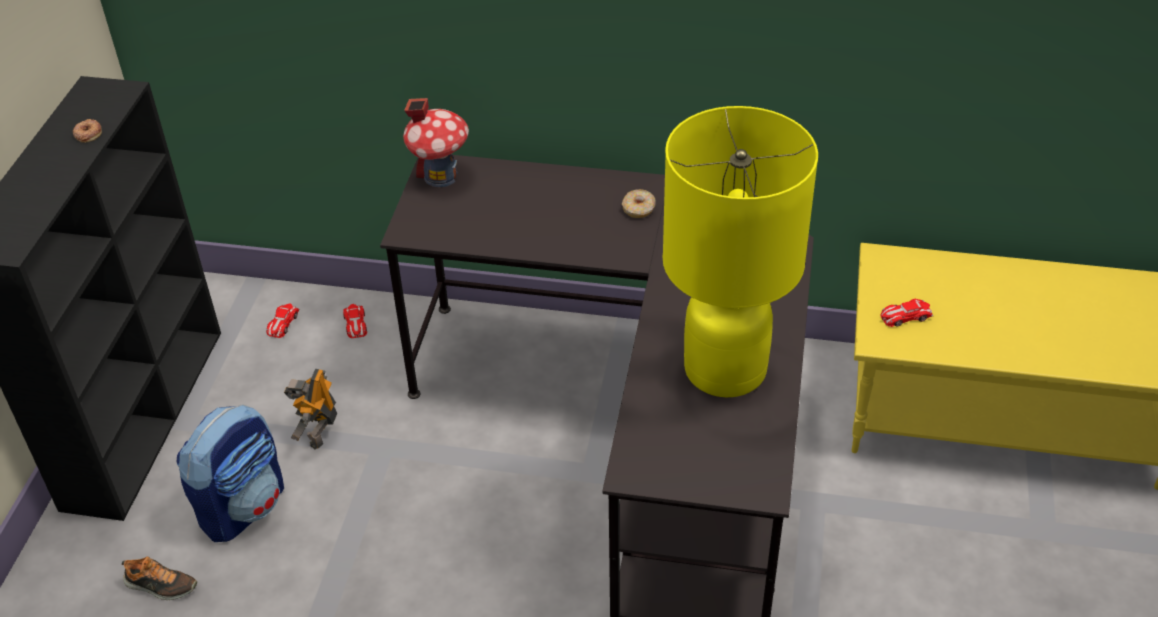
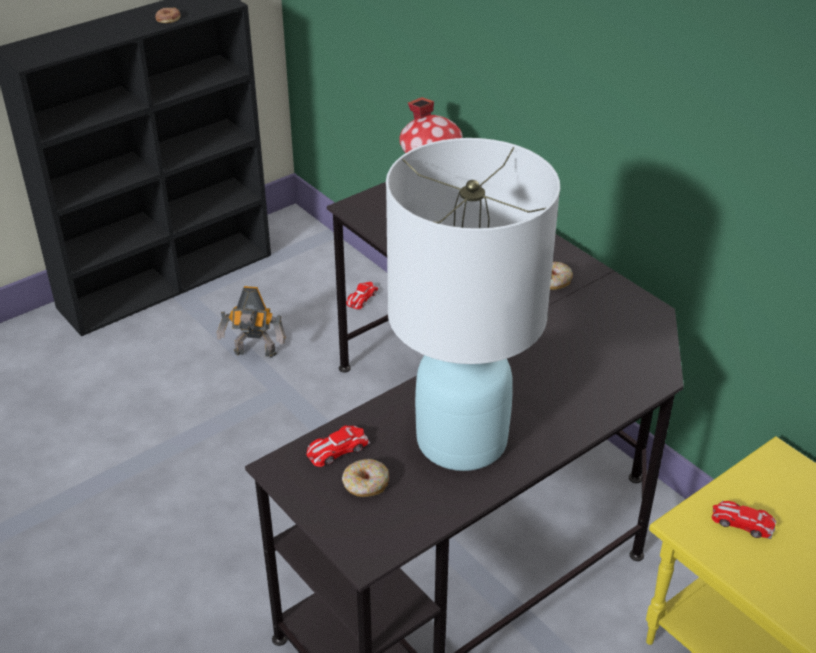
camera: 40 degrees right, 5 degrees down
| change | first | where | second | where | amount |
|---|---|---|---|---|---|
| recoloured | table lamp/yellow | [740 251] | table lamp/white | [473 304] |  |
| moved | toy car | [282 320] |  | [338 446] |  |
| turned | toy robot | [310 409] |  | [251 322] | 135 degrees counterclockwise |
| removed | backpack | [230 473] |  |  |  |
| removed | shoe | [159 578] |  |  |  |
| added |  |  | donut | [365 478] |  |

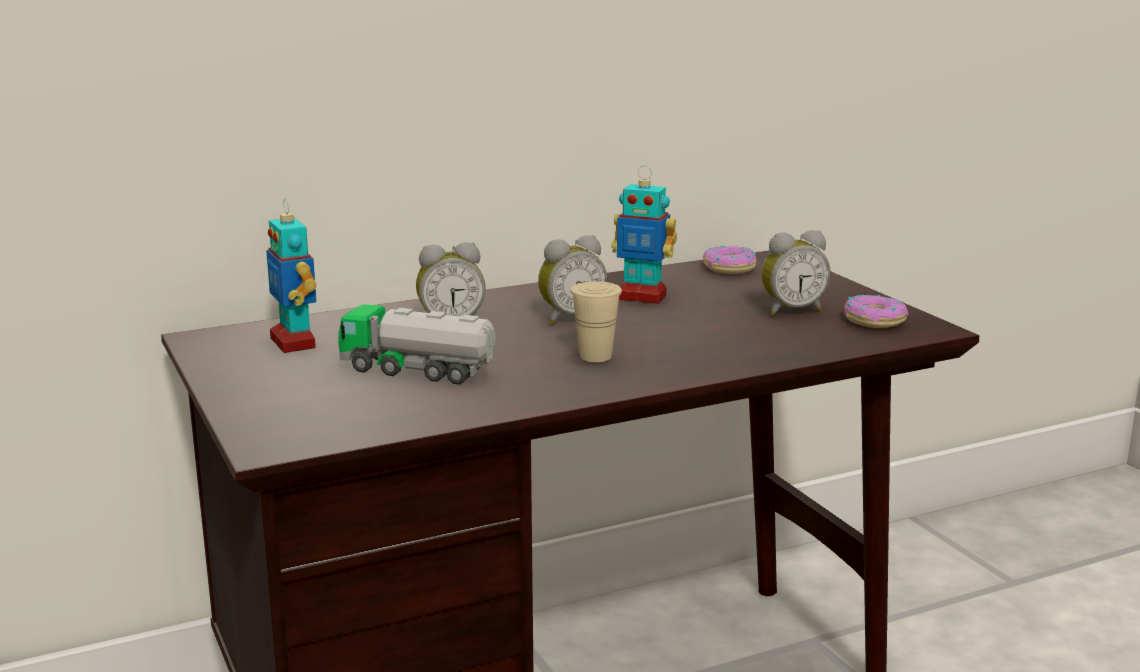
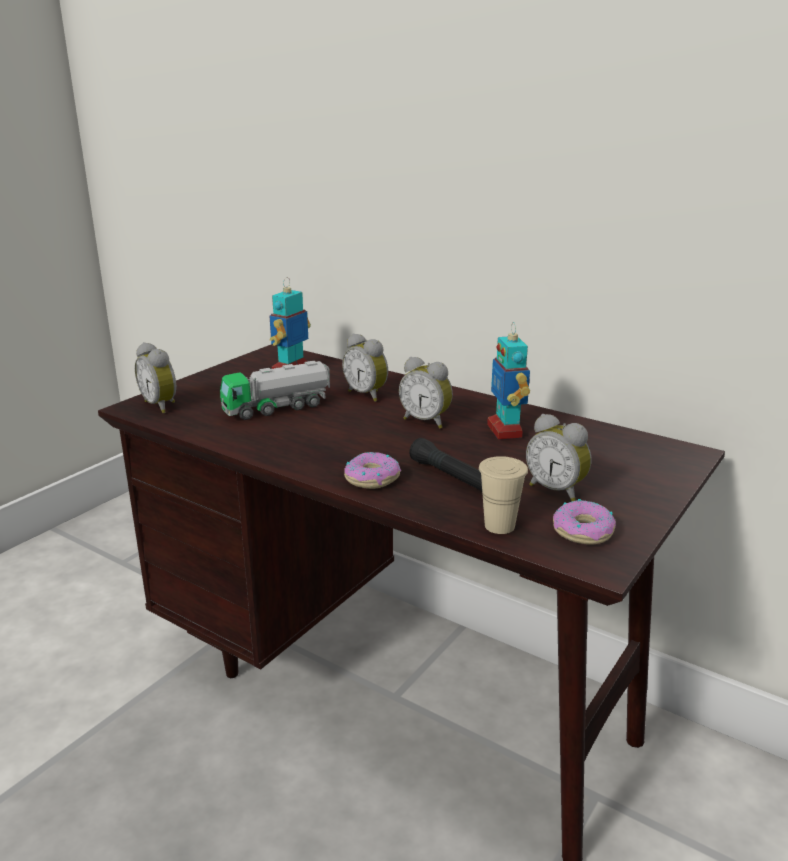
camera: 60 degrees right, 5 degrees up
| change | first | where | second | where | amount |
|---|---|---|---|---|---|
| moved | donut | [730 259] |  | [372 470] |  |
| moved | cup/beige | [596 321] |  | [503 495] |  |
| turned | toy truck | [417 344] |  | [275 390] | 105 degrees counterclockwise |
| added |  |  | alarm clock | [155 377] |  |
| added |  |  | flashlight/black | [445 464] |  |

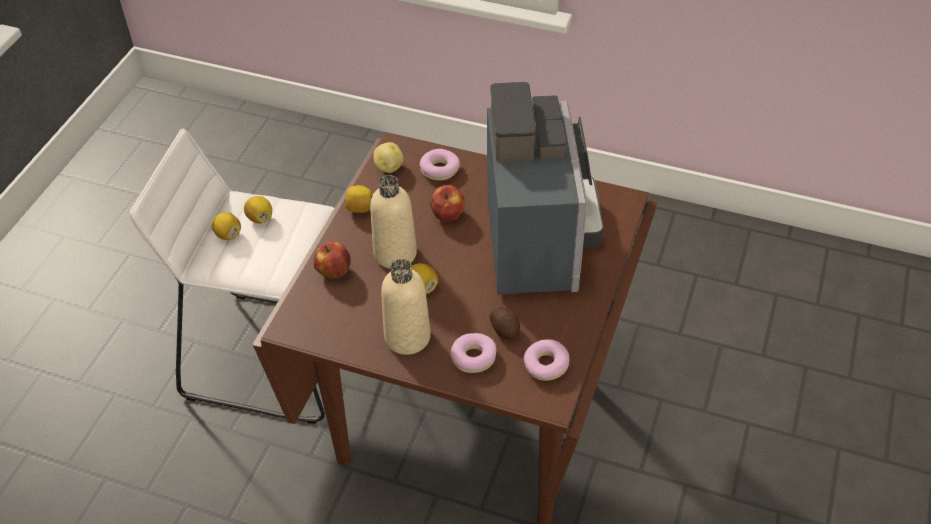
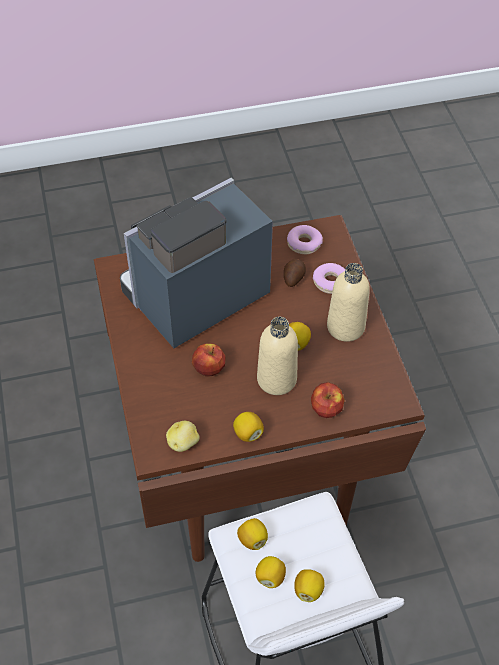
camera: 125 degrees left, 5 degrees up
| change | first | where | second | where | amount |
|---|---|---|---|---|---|
| removed | donut | [440 164] |  |  |  |
| added |  |  | lemon | [252 534] |  |

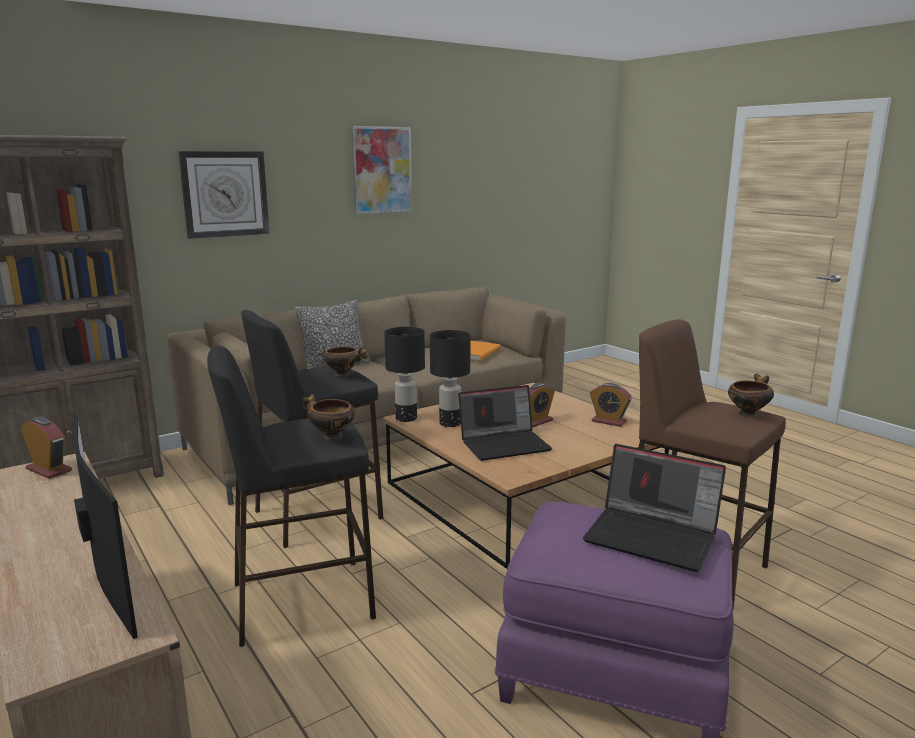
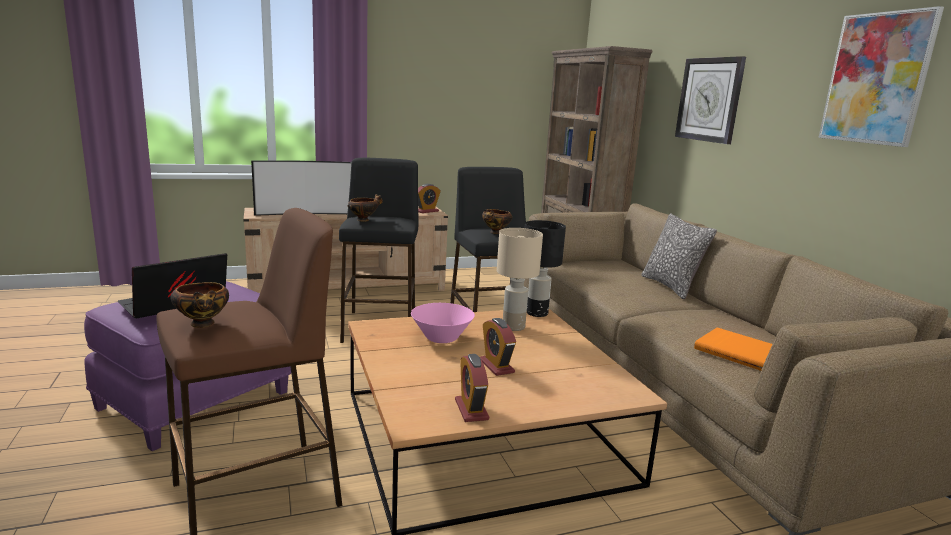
camera: 105 degrees right, 0 degrees up
| change | first | where | second | where | amount |
|---|---|---|---|---|---|
| recoloured | table lamp/black | [450 378] | table lamp/beige | [520 279] |  |
| turned | alarm clock | [611 405] |  | [472 388] | 60 degrees counterclockwise |
| replaced | laptop | [505 423] | bowl/pink | [443 323] |  |

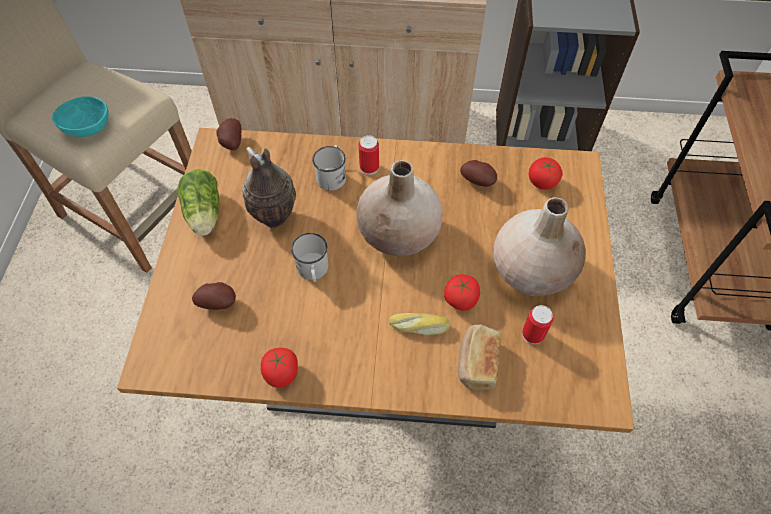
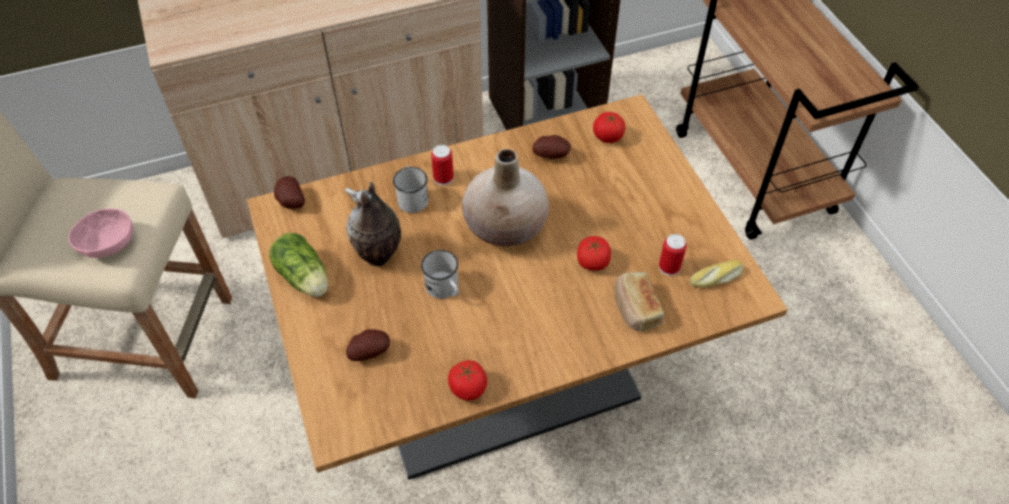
camera: 25 degrees left, 5 degrees down
| change | first | where | second | where | amount |
|---|---|---|---|---|---|
| recoloured | bowl/turquoise | [80 116] | bowl/pink | [100 233] |  |
| removed | vase/beige | [540 246] |  |  |  |
| moved | bread | [419 324] |  | [717 274] |  |

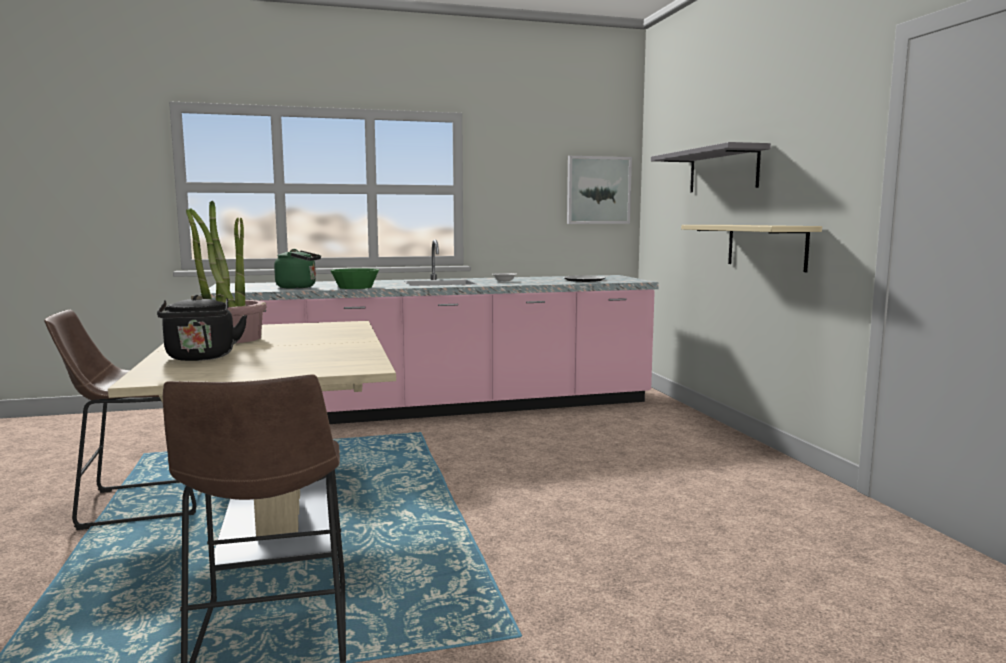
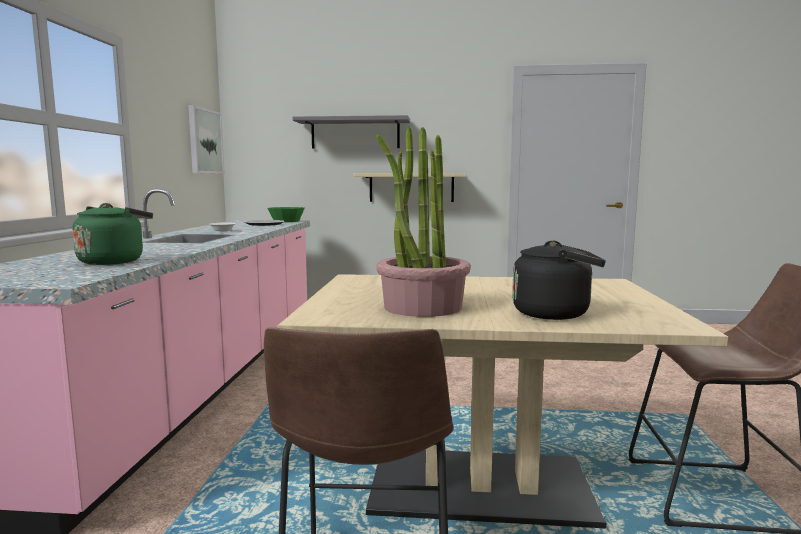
camera: 70 degrees left, 0 degrees up
| change | first | where | second | where | amount |
|---|---|---|---|---|---|
| moved | bowl/green | [354 278] |  | [286 214] |  |

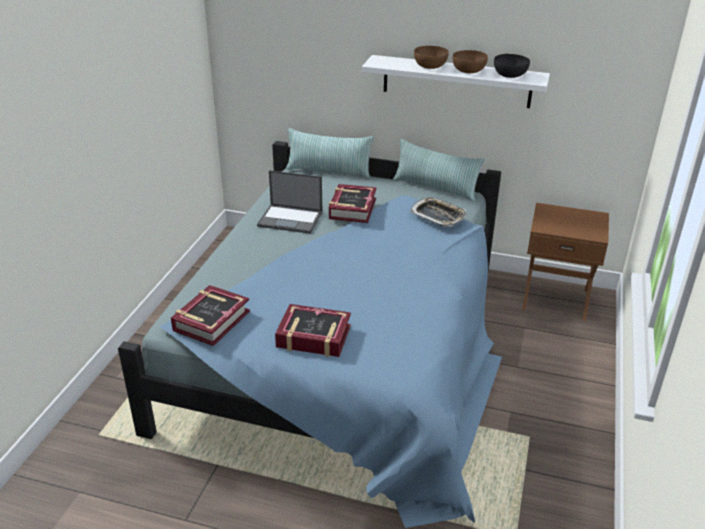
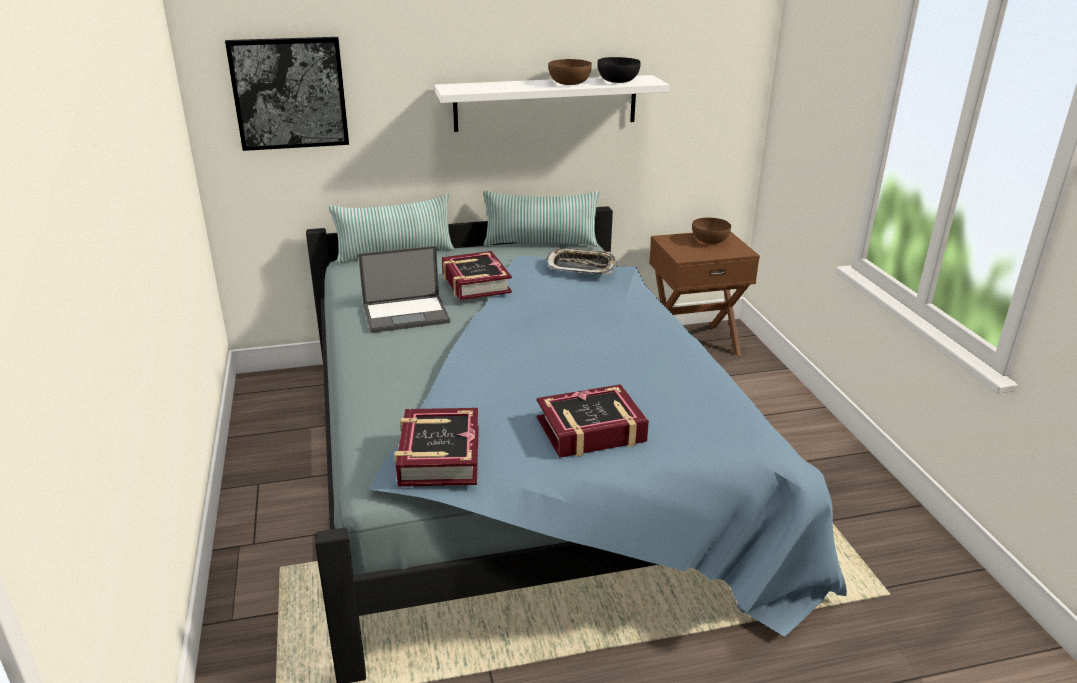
camera: 30 degrees left, 5 degrees down
| change | first | where | second | where | amount |
|---|---|---|---|---|---|
| moved | bowl/brown | [431 57] |  | [711 231] |  |
| added |  |  | picture | [287 94] |  |

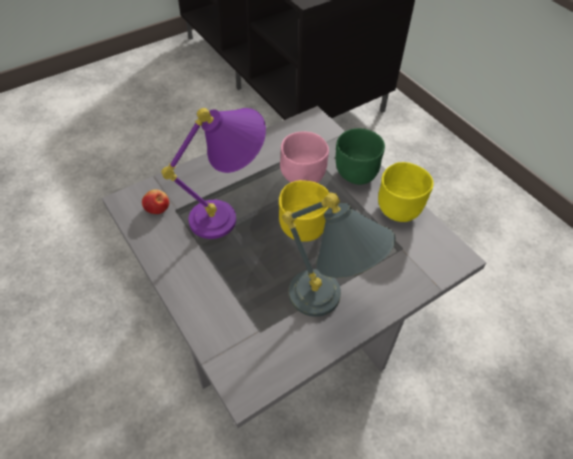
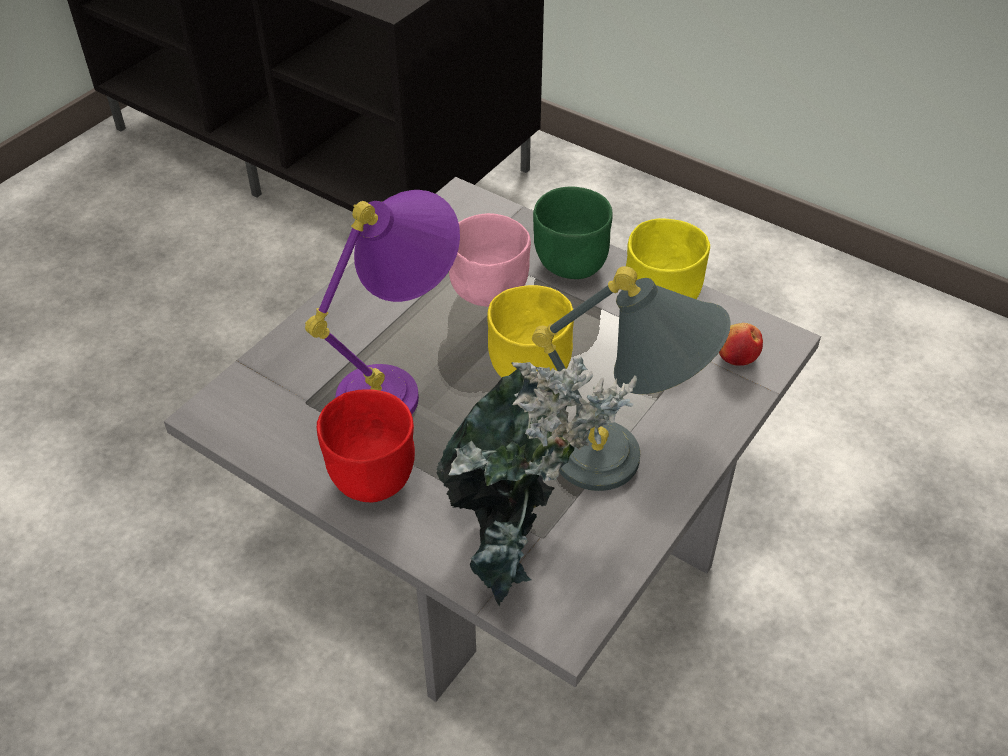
camera: 20 degrees left, 5 degrees down
| change | first | where | second | where | amount |
|---|---|---|---|---|---|
| moved | apple | [155 201] |  | [741 344] |  |
| added |  |  | potted plant | [536 481] |  |
| added |  |  | bowl/red | [366 445] |  |

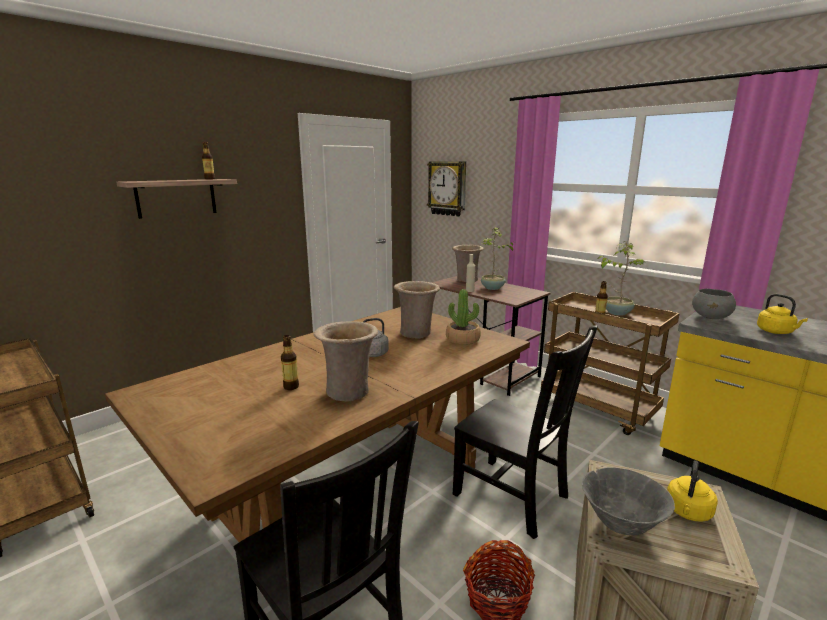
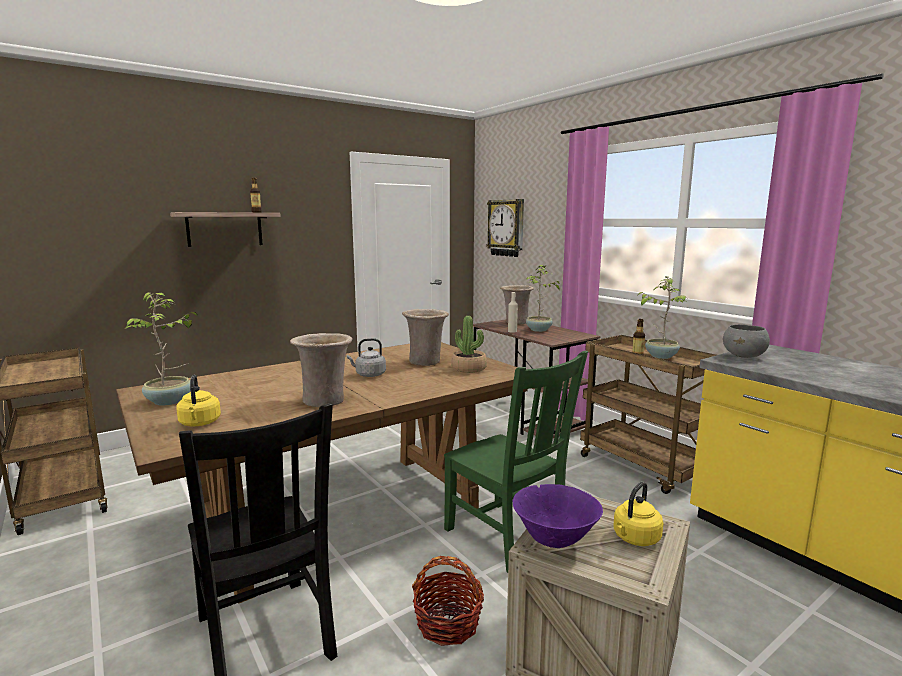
camera: 10 degrees right, 5 degrees down
| change | first | where | second | where | amount |
|---|---|---|---|---|---|
| moved | kettle/yellow | [782 314] |  | [198 400] |  |
| recoloured | chair/black | [525 432] | chair/green | [516 462] |  |
| removed | bottle | [290 362] |  |  |  |
| recoloured | bowl/grey | [628 501] | bowl/purple | [558 516] |  |
| added |  |  | potted plant | [161 348] |  |

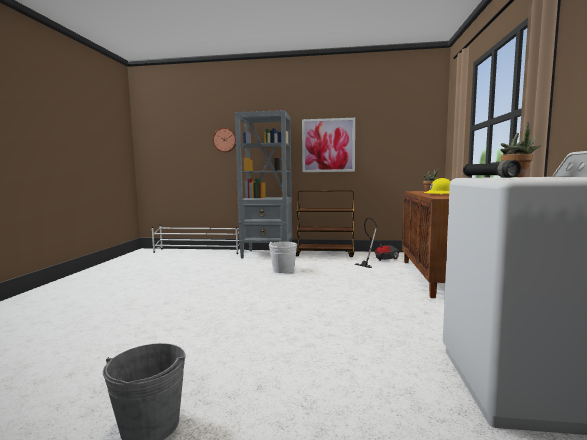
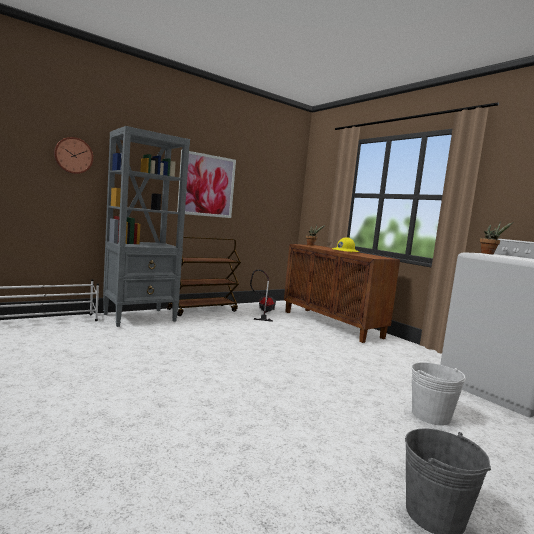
camera: 45 degrees left, 0 degrees up
| change | first | where | second | where | amount |
|---|---|---|---|---|---|
| removed | flashlight/black | [492 169] |  |  |  |
| moved | bucket/white | [283 257] |  | [438 394] |  |

